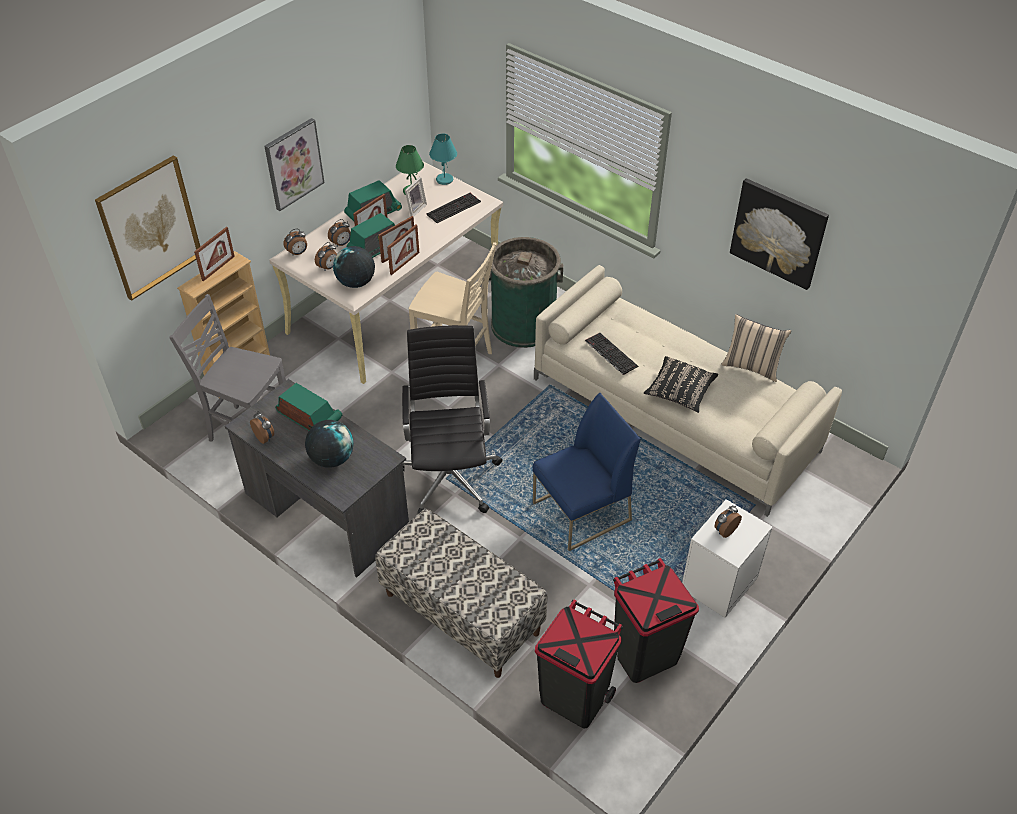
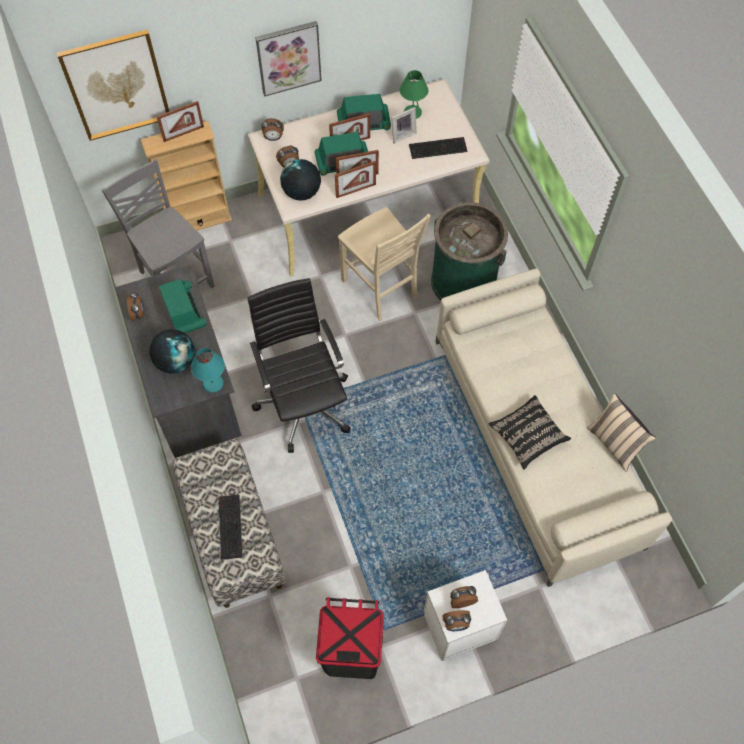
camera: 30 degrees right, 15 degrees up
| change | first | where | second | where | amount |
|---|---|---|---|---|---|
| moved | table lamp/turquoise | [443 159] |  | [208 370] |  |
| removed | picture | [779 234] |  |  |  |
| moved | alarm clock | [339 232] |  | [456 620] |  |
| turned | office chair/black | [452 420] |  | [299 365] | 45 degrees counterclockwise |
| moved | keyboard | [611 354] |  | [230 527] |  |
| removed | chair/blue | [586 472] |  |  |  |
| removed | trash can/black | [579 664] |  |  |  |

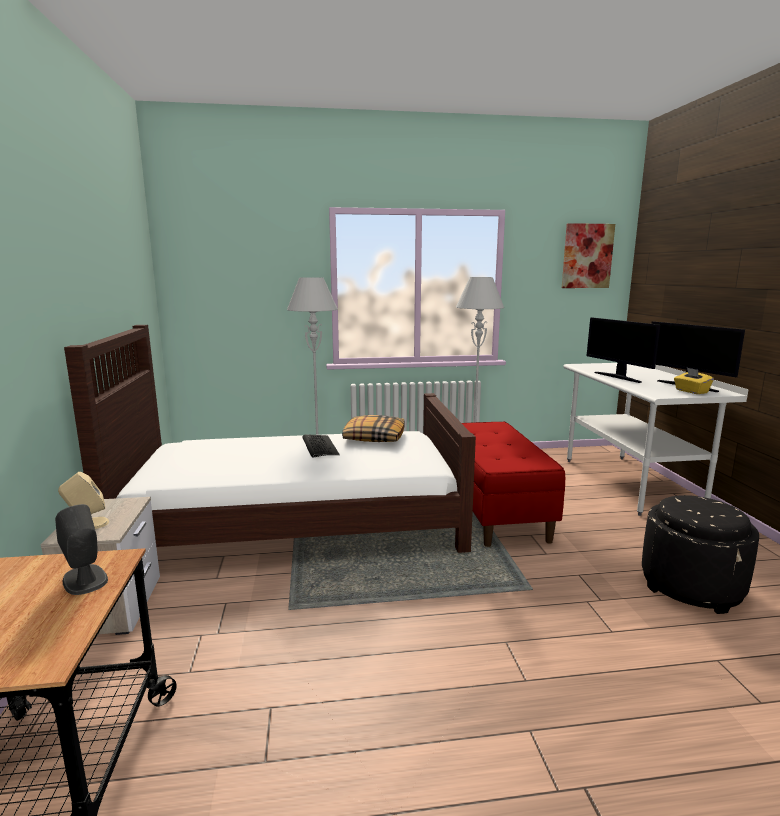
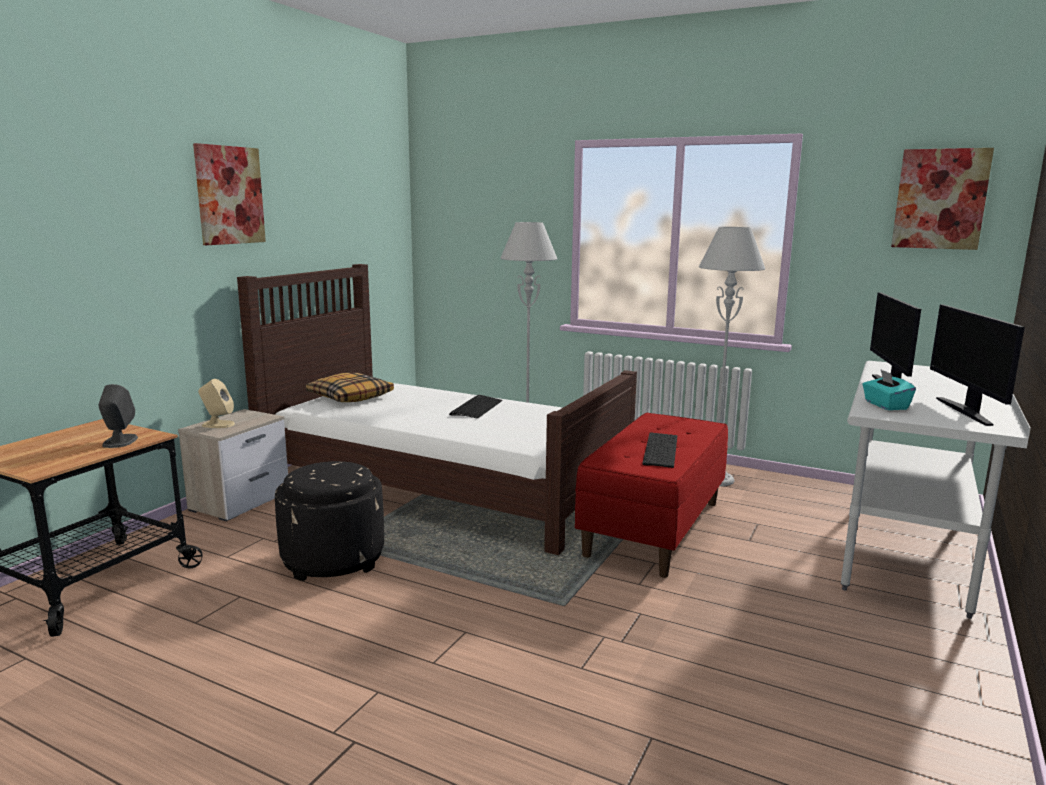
camera: 35 degrees right, 0 degrees up
| change | first | where | second | where | amount |
|---|---|---|---|---|---|
| removed | tissue box/yellow | [694 380] |  |  |  |
| moved | pillow | [373 428] |  | [350 387] |  |
| moved | ottoman/black | [700 554] |  | [329 521] |  |
| added |  |  | picture | [229 194] |  |
| added |  |  | tissue box/turquoise | [889 390] |  |
| added |  |  | keyboard | [660 450] |  |

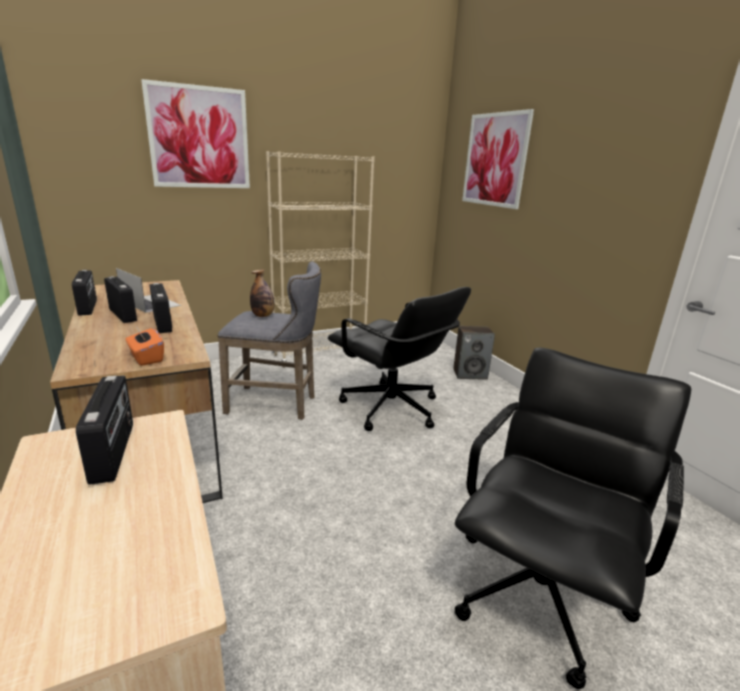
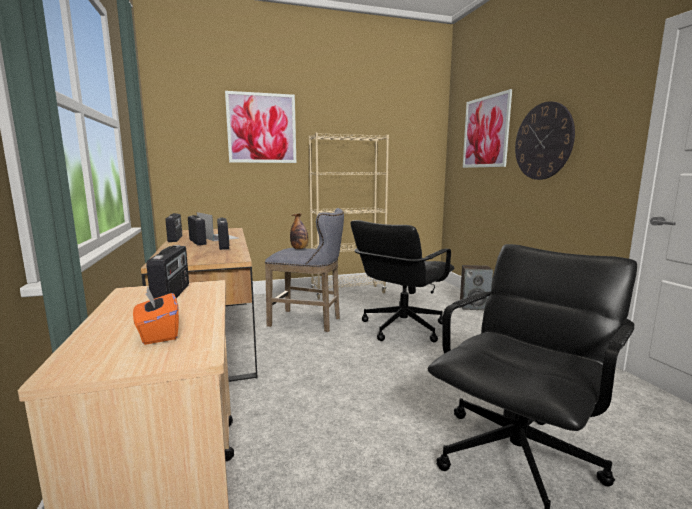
camera: 10 degrees right, 10 degrees down
| change | first | where | second | where | amount |
|---|---|---|---|---|---|
| turned | office chair/black | [399 359] |  | [402 281] | 75 degrees clockwise |
| moved | tissue box/orange | [145 346] |  | [156 315] |  |
| added |  |  | wall clock | [545 140] |  |

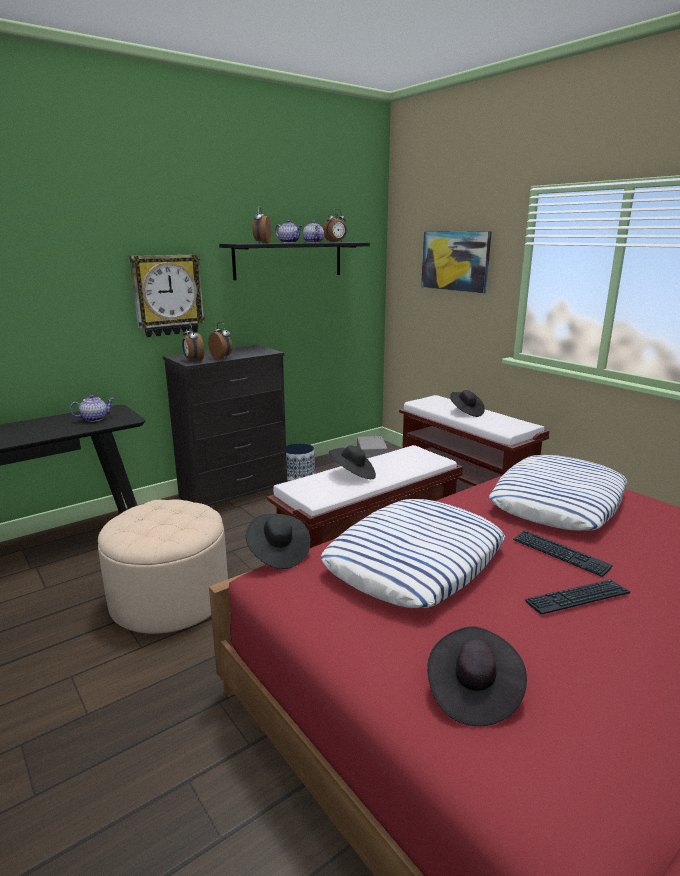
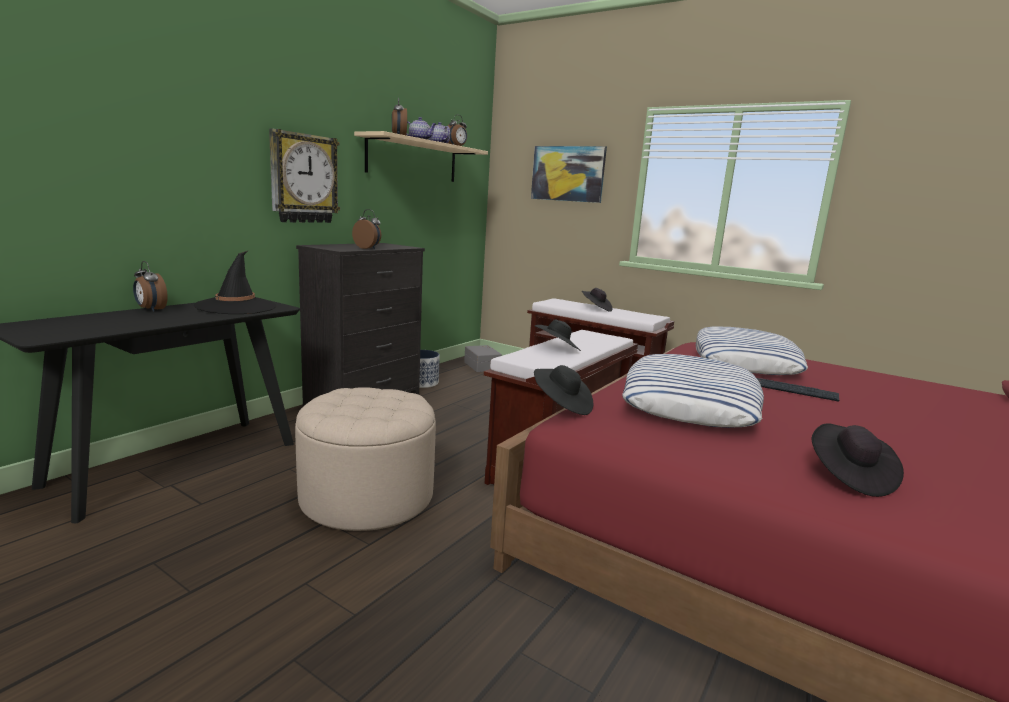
camera: 20 degrees left, 5 degrees down
| change | first | where | second | where | amount |
|---|---|---|---|---|---|
| recoloured | shelf/black | [294 261] | shelf/beige | [421 156] |  |
| moved | alarm clock | [193 343] |  | [150 286] |  |
| replaced | teapot | [92 408] | hat/black | [235 282] |  |
| removed | keyboard | [577 597] |  |  |  |

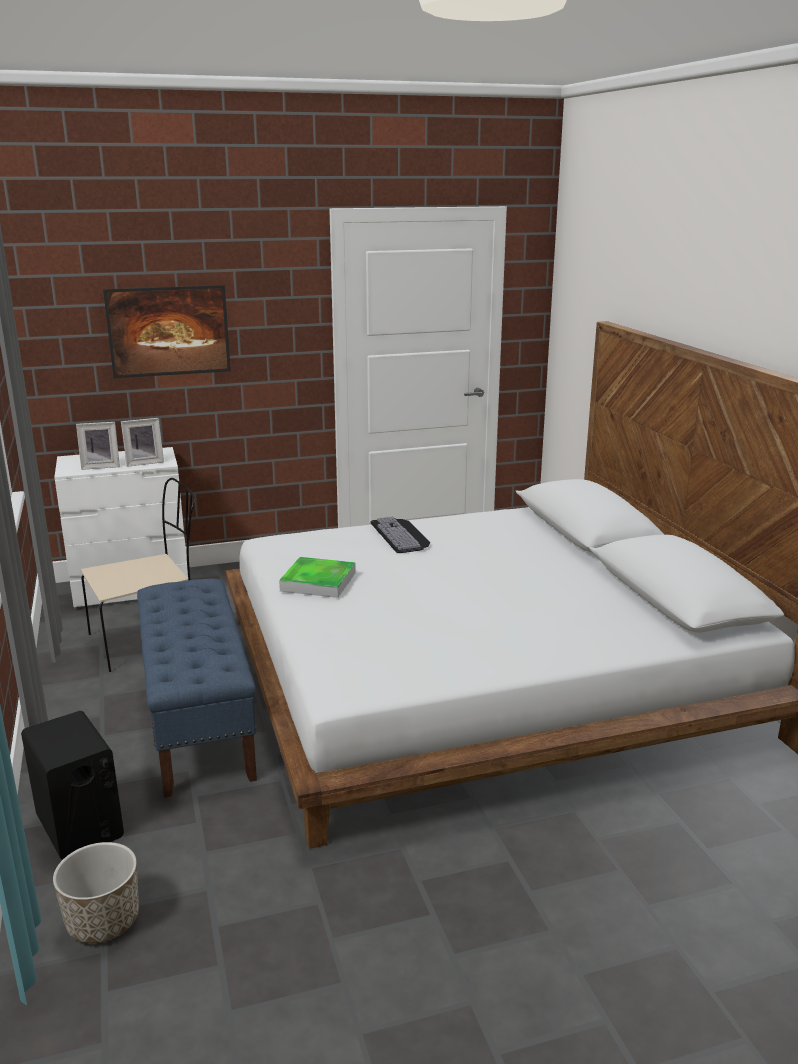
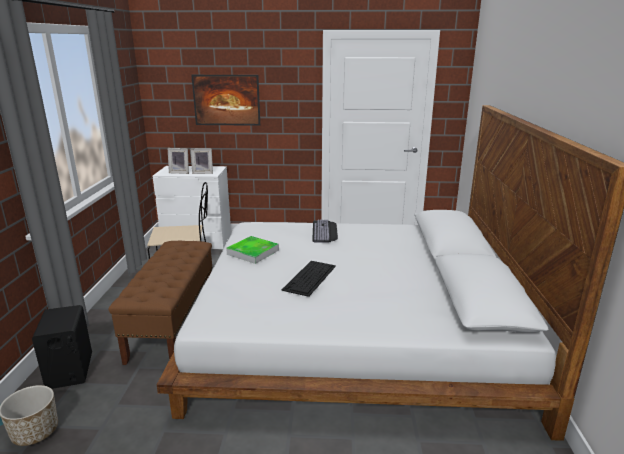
camera: 20 degrees right, 0 degrees up
| change | first | where | second | where | amount |
|---|---|---|---|---|---|
| recoloured | bench/blue | [197 688] | bench/brown | [160 303] |  |
| added |  |  | keyboard | [308 279] |  |

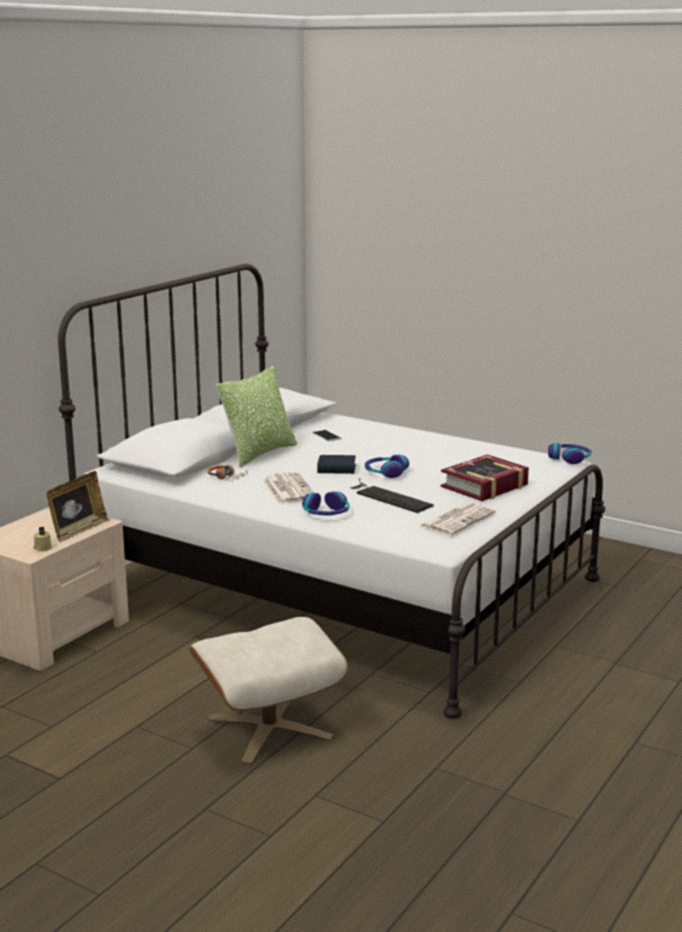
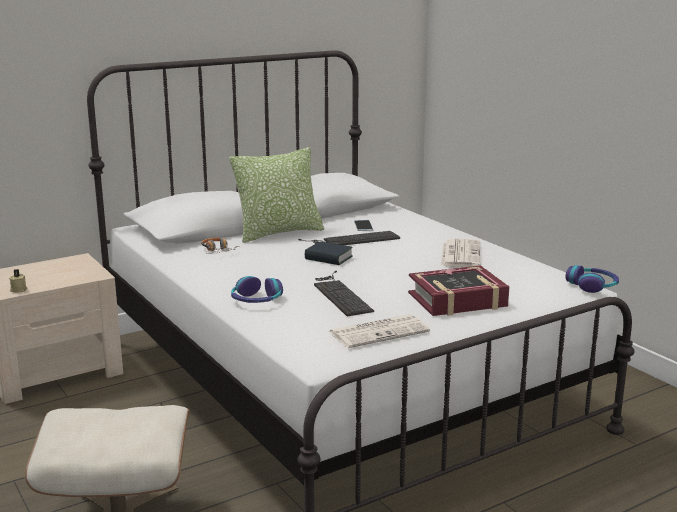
camera: 25 degrees right, 0 degrees up
| change | first | where | second | where | amount |
|---|---|---|---|---|---|
| removed | headphones | [387 466] |  |  |  |
| removed | picture frame | [78 506] |  |  |  |
| moved | newspaper | [288 488] |  | [460 253] |  |
| added |  |  | keyboard | [349 238] |  |

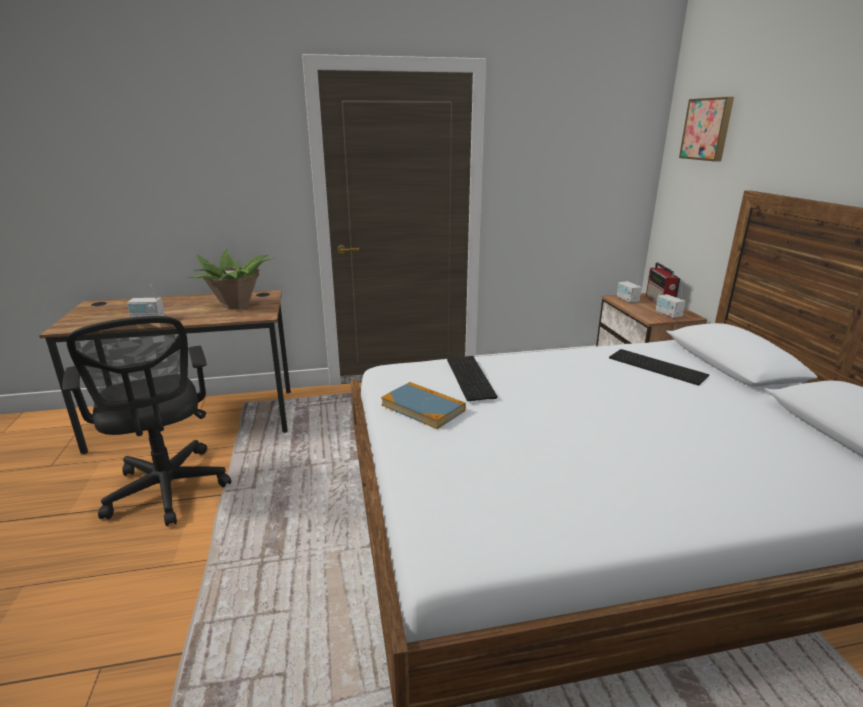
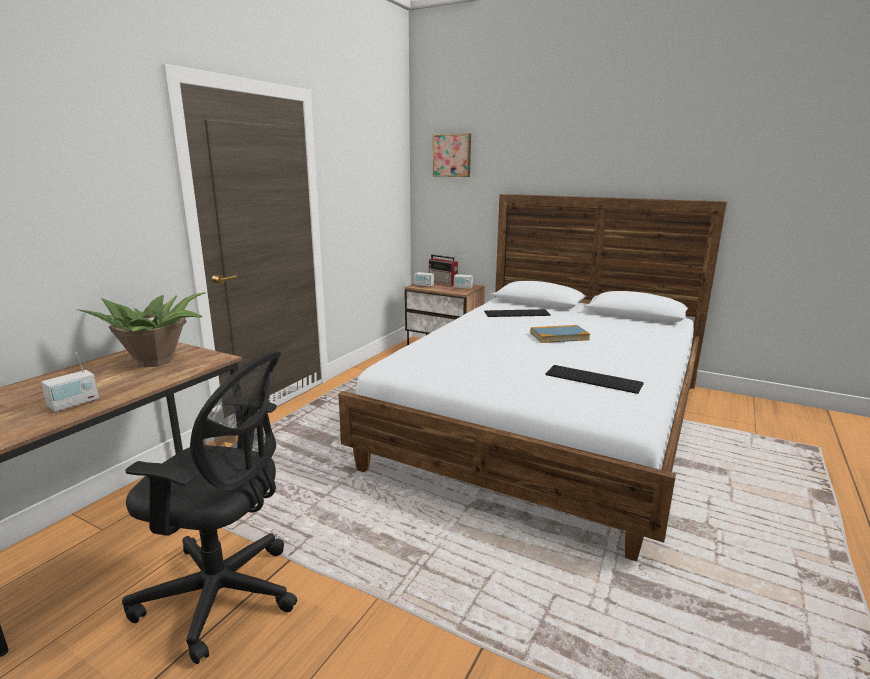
camera: 50 degrees left, 5 degrees down
| change | first | where | second | where | amount |
|---|---|---|---|---|---|
| moved | keyboard | [472 378] |  | [594 379] |  |
| moved | book | [423 405] |  | [560 334] |  |

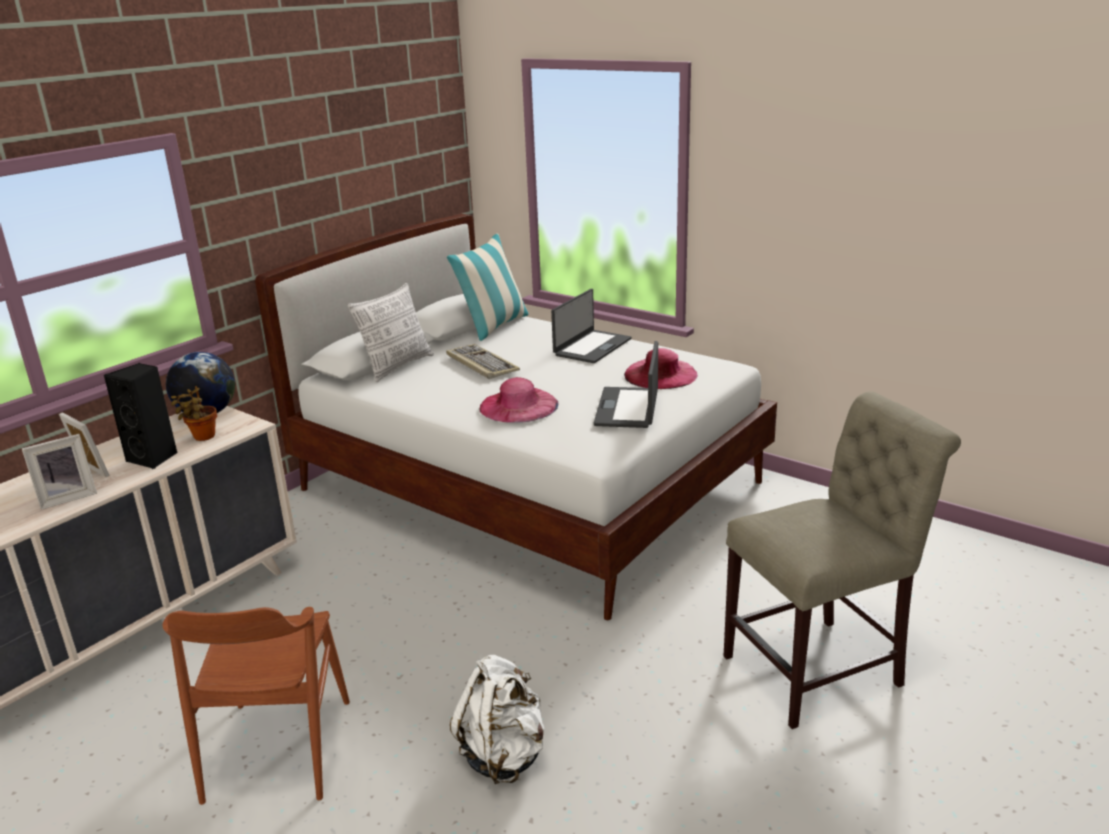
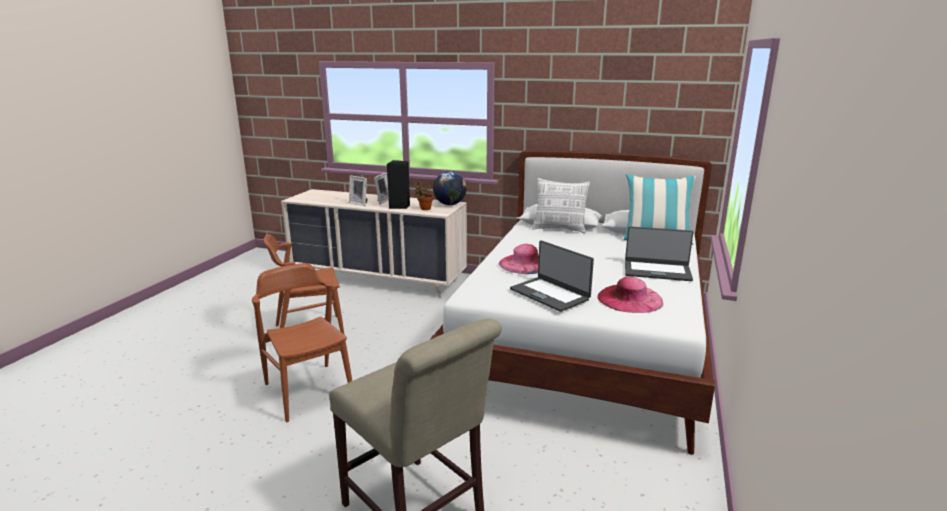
camera: 70 degrees right, 5 degrees down
| change | first | where | second | where | amount |
|---|---|---|---|---|---|
| turned | laptop | [626 384] |  | [552 276] | 120 degrees counterclockwise |
| removed | keyboard | [483 361] |  |  |  |
| replaced | backpack/white | [497 719] | chair/brown | [302 342] |  |

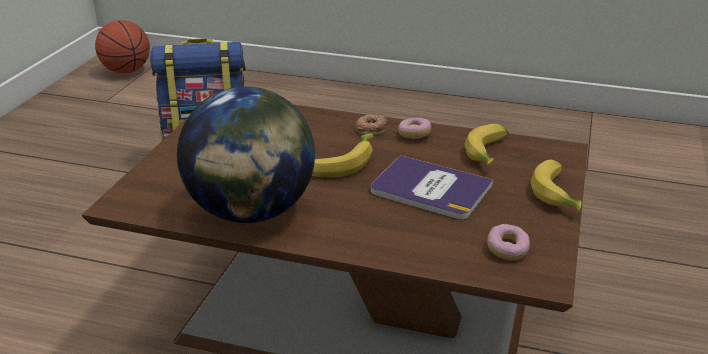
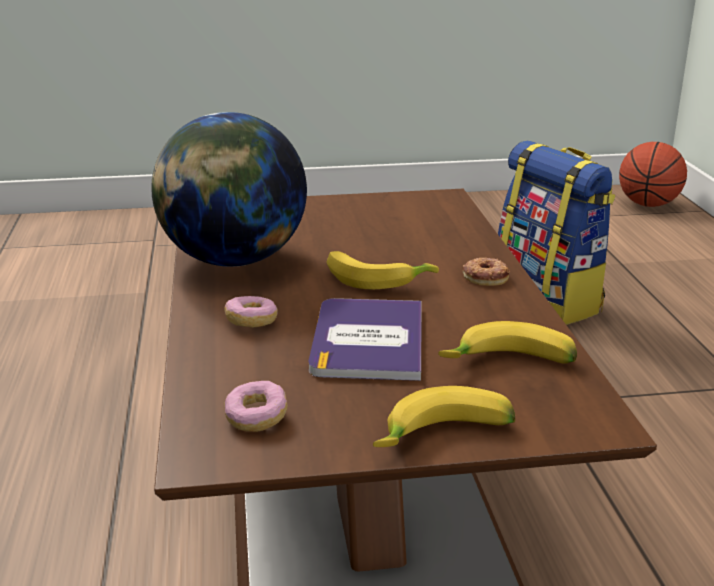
camera: 65 degrees right, 5 degrees down
| change | first | where | second | where | amount |
|---|---|---|---|---|---|
| moved | donut | [414 128] |  | [251 312] |  |

